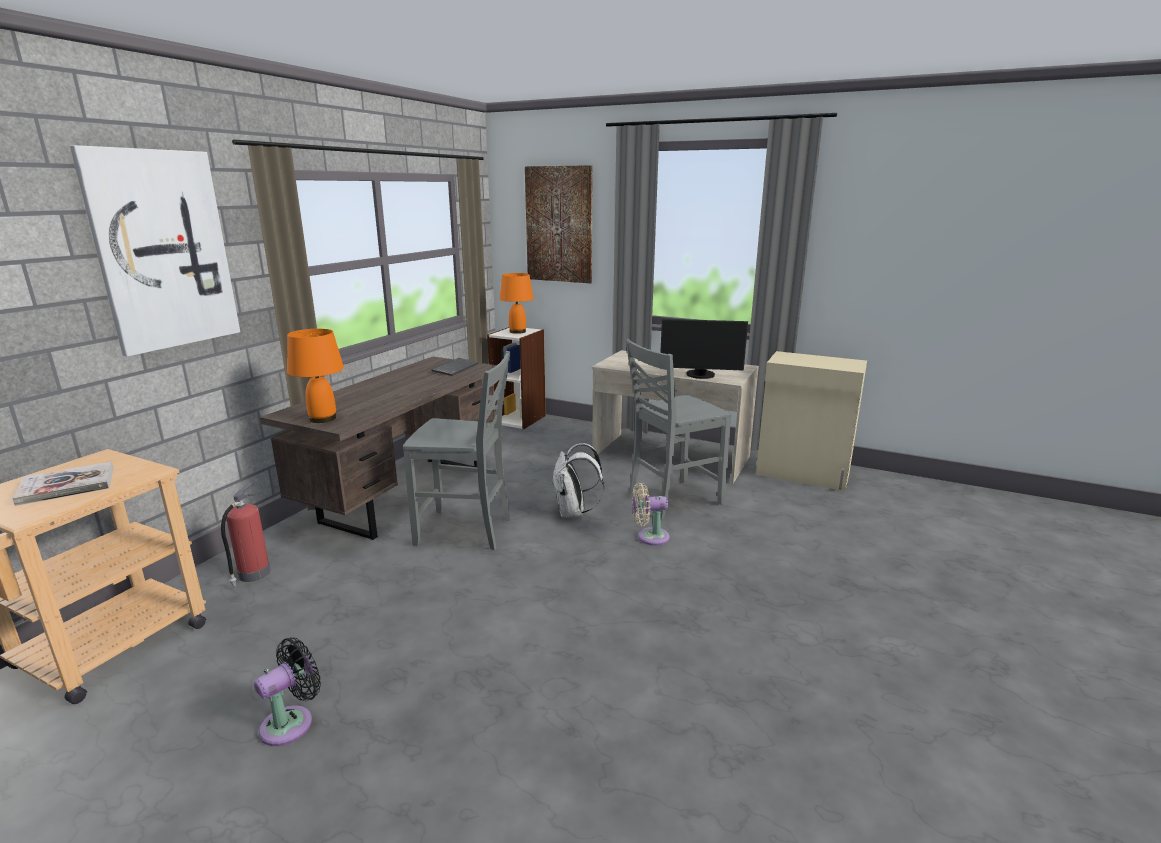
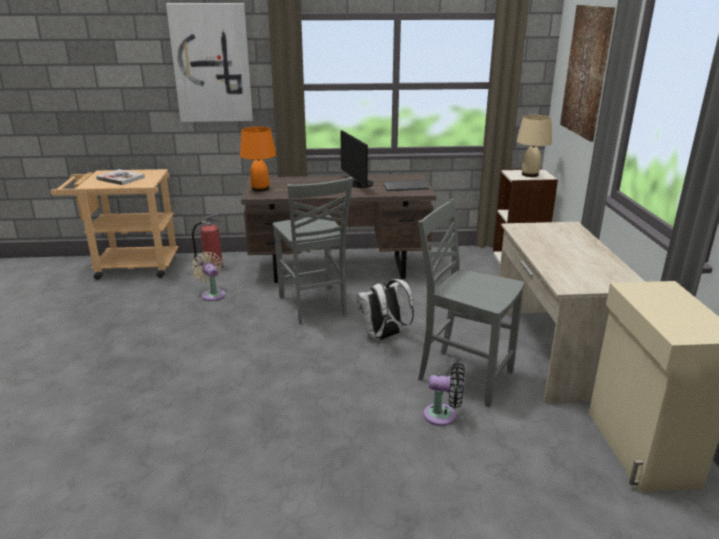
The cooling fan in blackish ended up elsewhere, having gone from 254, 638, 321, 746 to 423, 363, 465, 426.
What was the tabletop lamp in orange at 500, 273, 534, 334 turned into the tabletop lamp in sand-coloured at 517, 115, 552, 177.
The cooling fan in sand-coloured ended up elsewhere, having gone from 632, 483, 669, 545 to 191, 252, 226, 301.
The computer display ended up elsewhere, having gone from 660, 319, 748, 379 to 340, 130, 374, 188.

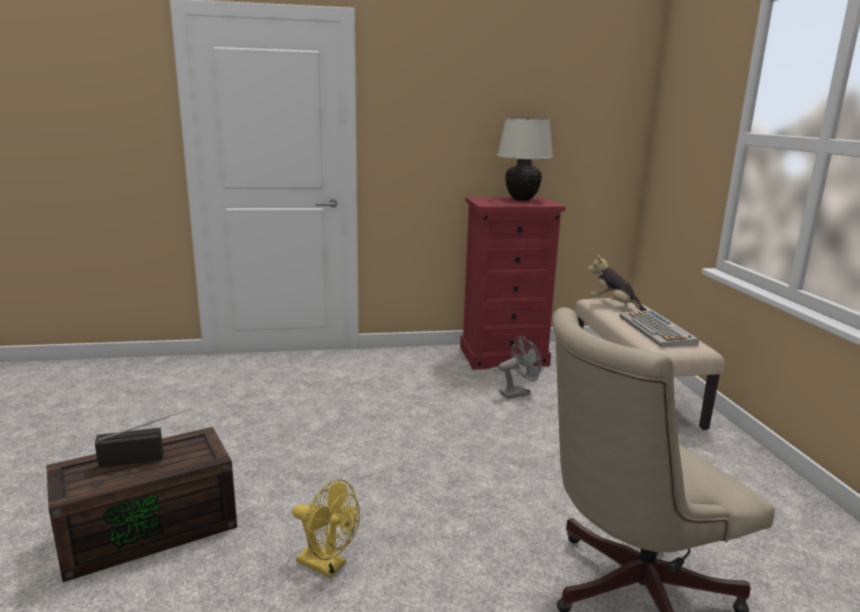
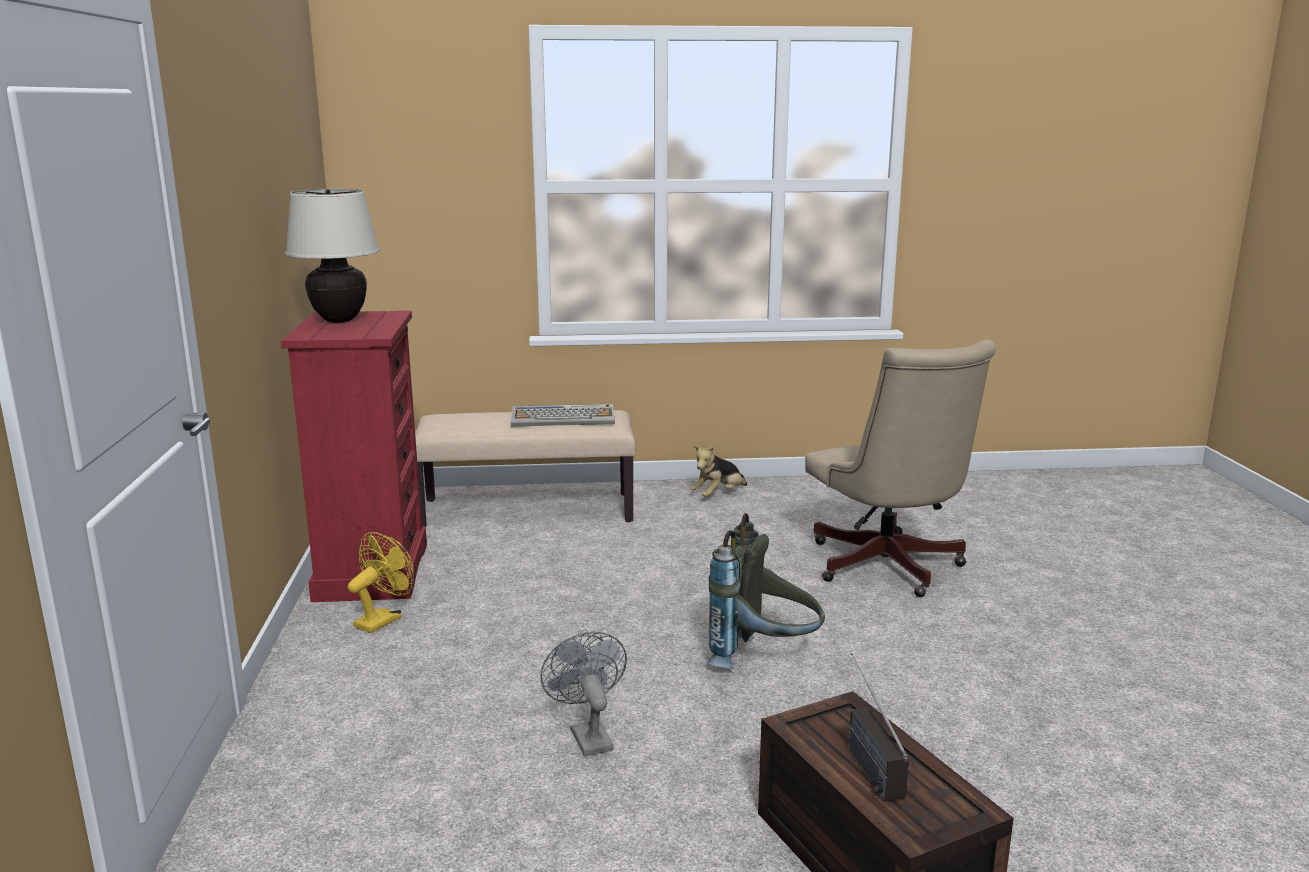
The cooling fan in yellowish ended up elsewhere, having gone from 292, 479, 360, 578 to 348, 532, 414, 633.
The cooling fan in greyish ended up elsewhere, having gone from 499, 336, 542, 399 to 540, 632, 627, 756.
The soft toy ended up elsewhere, having gone from 588, 254, 647, 311 to 691, 445, 747, 497.
The second view gained the rucksack in greyish at 707, 513, 825, 669.

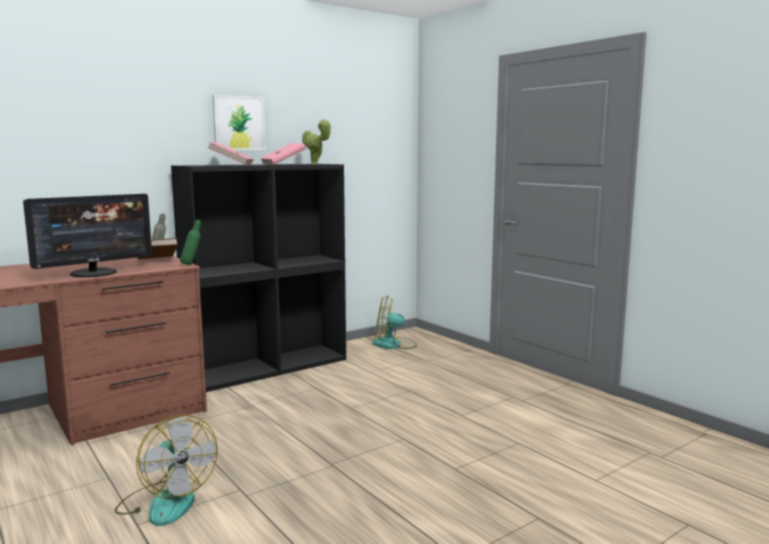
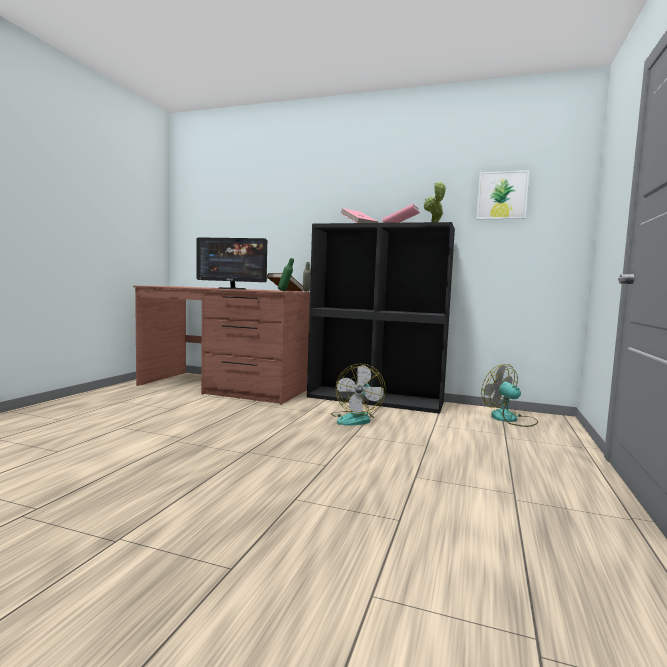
The cooling fan ended up elsewhere, having gone from 114, 415, 218, 526 to 331, 364, 386, 425.
The picture ended up elsewhere, having gone from 212, 95, 265, 150 to 477, 170, 529, 219.

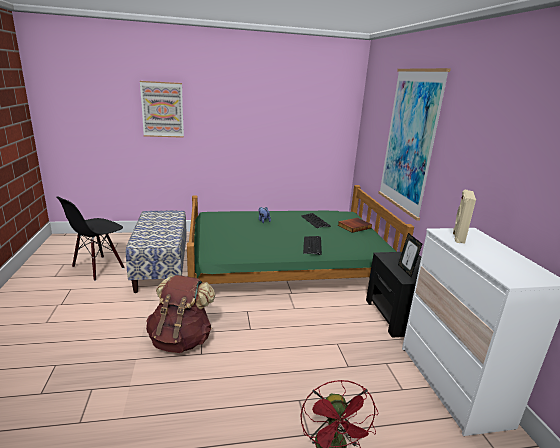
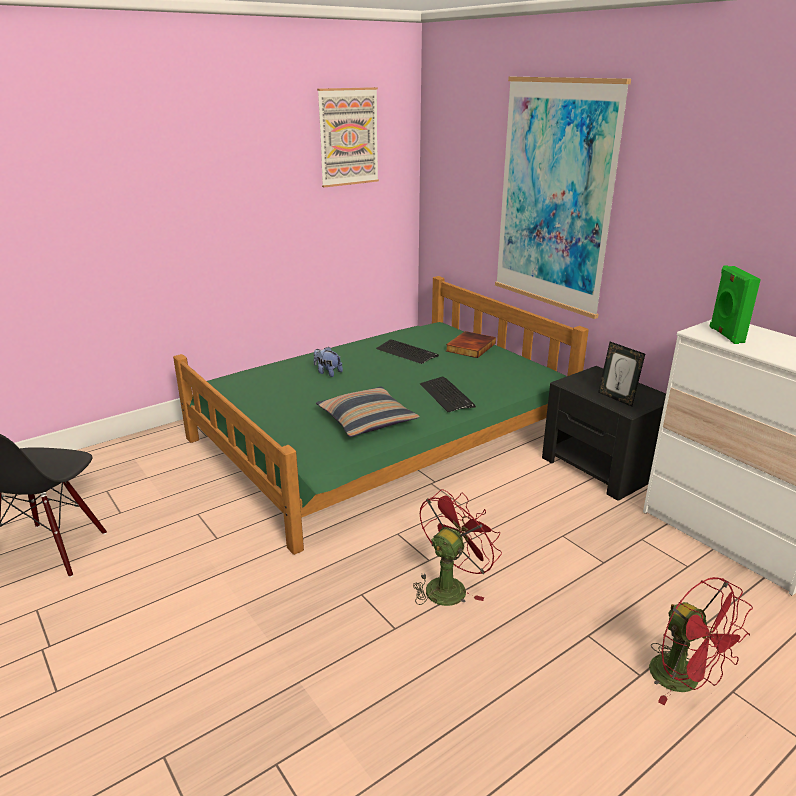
The second view lost the indoor bench at 126, 211, 187, 293.
The picture ended up elsewhere, having gone from 140, 81, 184, 138 to 317, 87, 379, 188.
The second view lost the rucksack in brownish at 146, 275, 215, 353.
What was the loudspeaker in sand-coloured at 453, 190, 476, 244 turned into the loudspeaker in greenish at 710, 265, 761, 344.
The second view gained the pillow at 316, 387, 420, 437.
The second view gained the cooling fan in reddish at 413, 489, 502, 606.

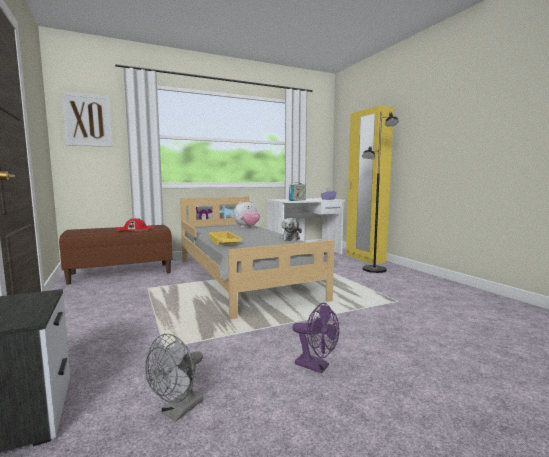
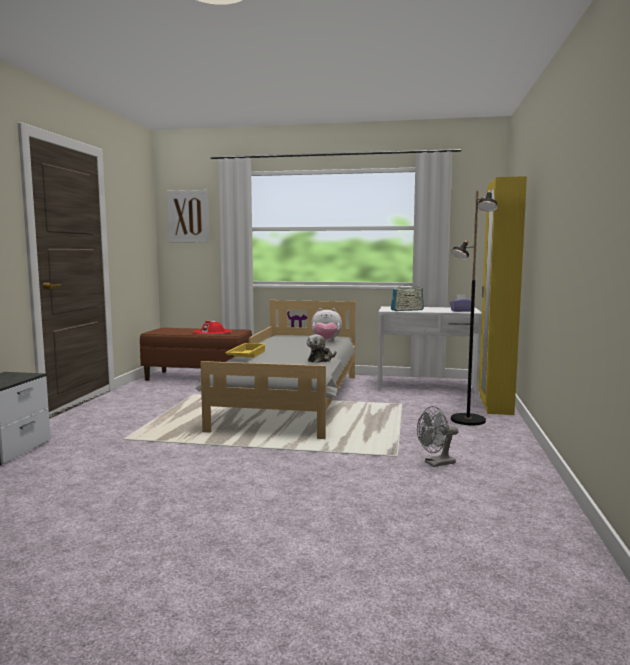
The cooling fan in greyish ended up elsewhere, having gone from 145, 334, 204, 421 to 417, 406, 458, 467.
The second view lost the cooling fan in purple-coloured at 292, 303, 339, 373.

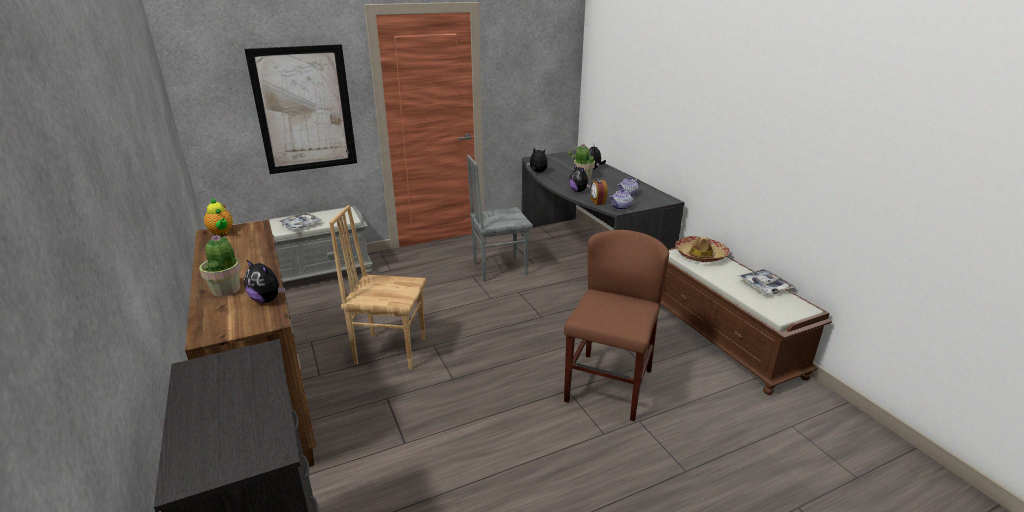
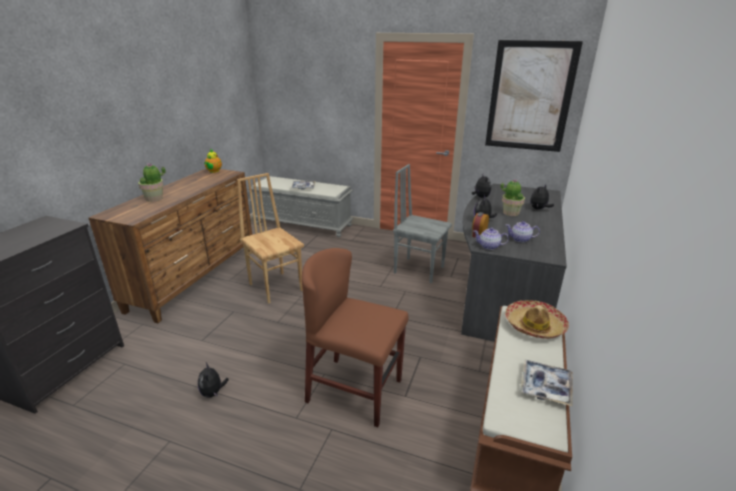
The picture ended up elsewhere, having gone from 244, 44, 357, 174 to 485, 40, 583, 152.
The soft toy ended up elsewhere, having gone from 244, 259, 285, 303 to 198, 363, 229, 398.
The plain chair in brownish at 564, 230, 669, 421 ended up facing another way, 135 degrees counterclockwise from before.

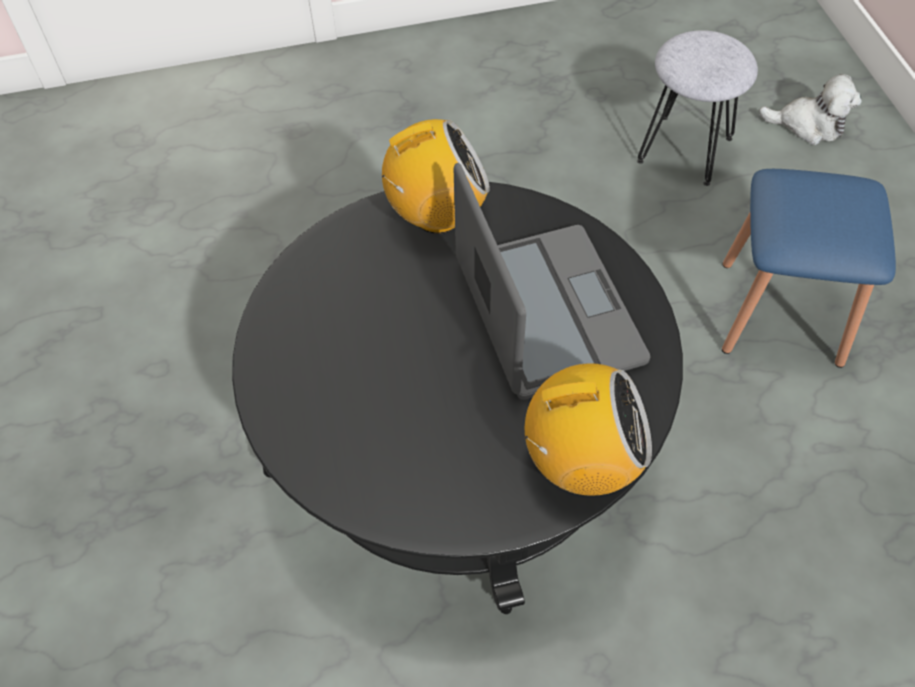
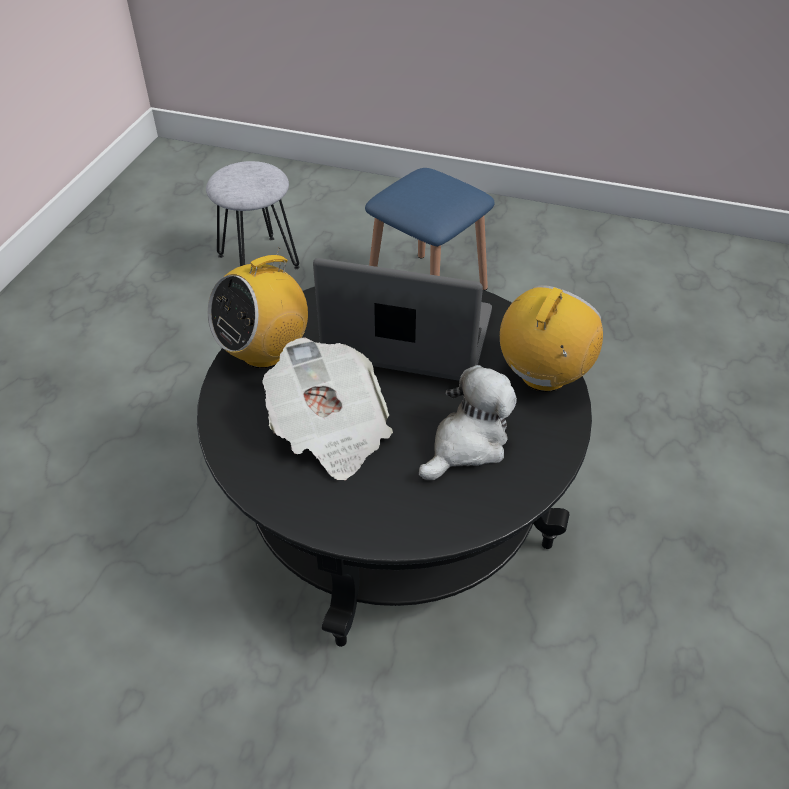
The radio at 382, 119, 490, 233 ended up facing another way, 150 degrees counterclockwise from before.
The soft toy ended up elsewhere, having gone from 759, 74, 862, 145 to 419, 365, 517, 480.
The second view gained the printed paper at 262, 337, 393, 480.

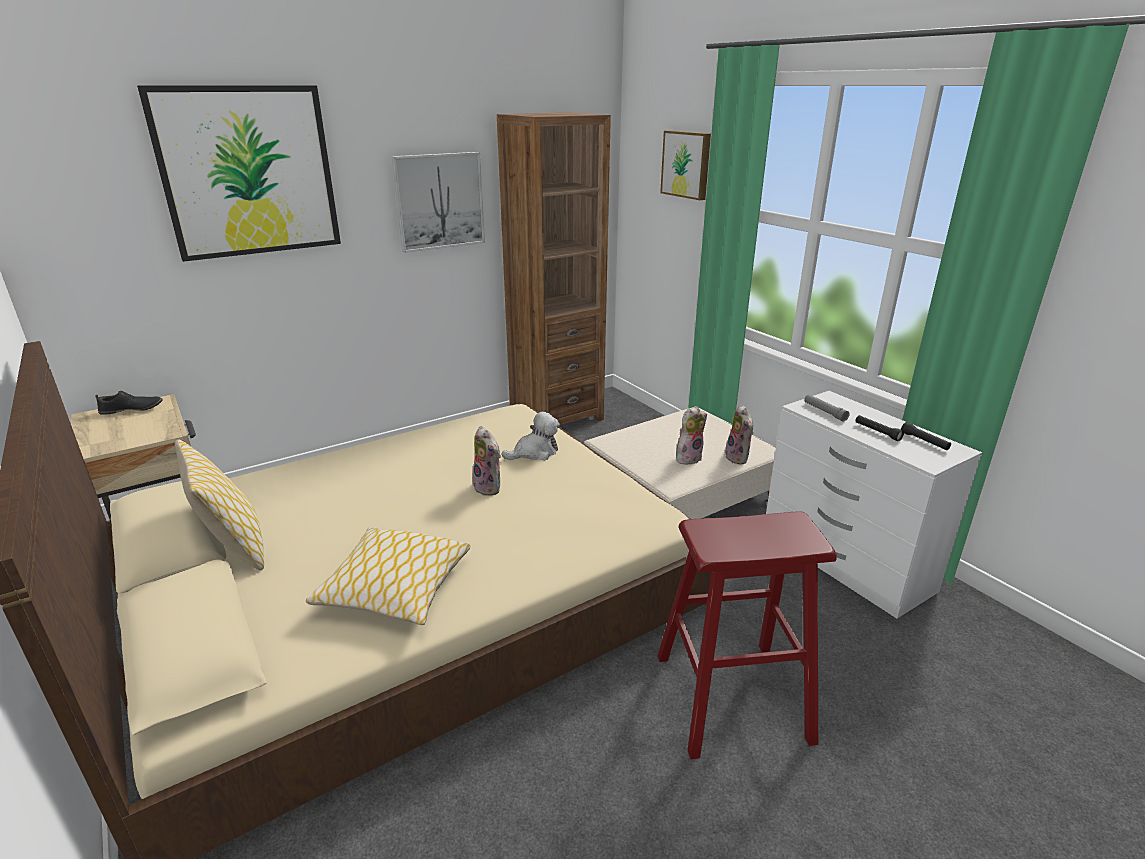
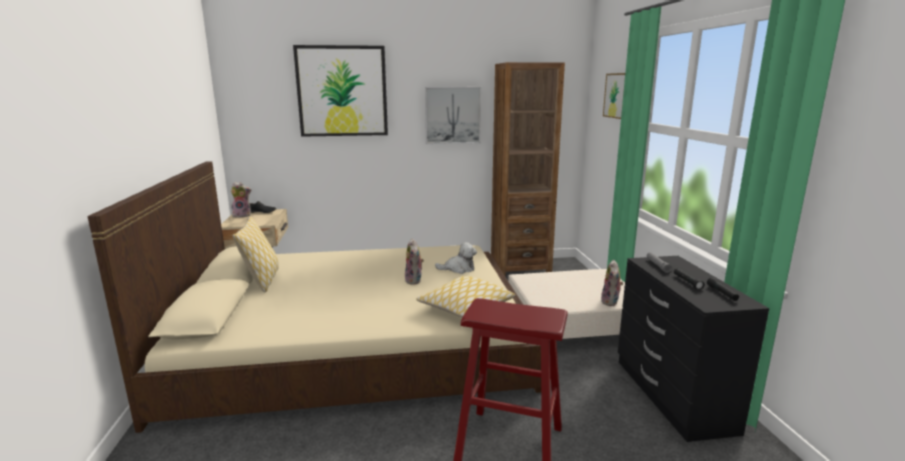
The pillow ended up elsewhere, having gone from 306, 527, 470, 625 to 417, 276, 515, 317.
The soft toy ended up elsewhere, having gone from 676, 406, 707, 464 to 231, 182, 251, 217.
What was the chest of drawers in whitish at 766, 391, 982, 619 turned into the chest of drawers in blackish at 618, 256, 769, 442.

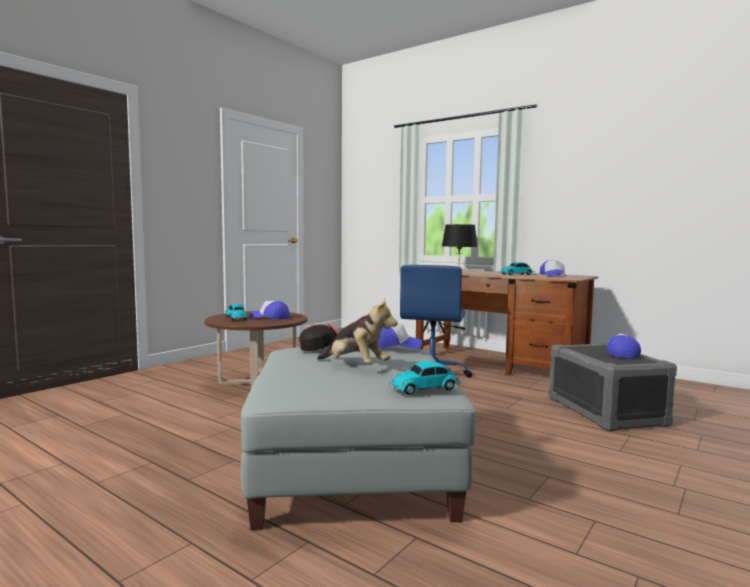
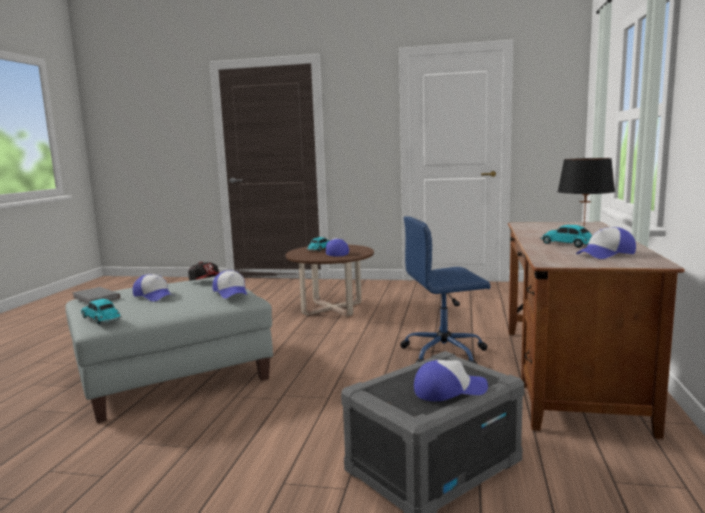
Where the soft toy stood at 317, 298, 398, 363, the cap came to stand at 133, 274, 174, 302.
The second view gained the book in greyish at 72, 287, 120, 304.

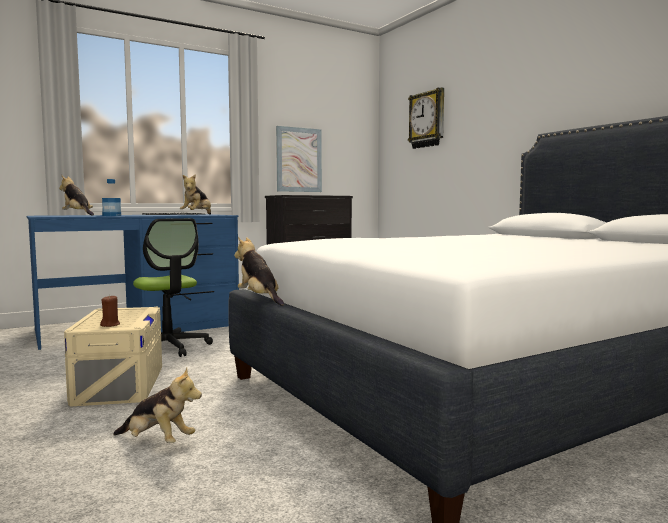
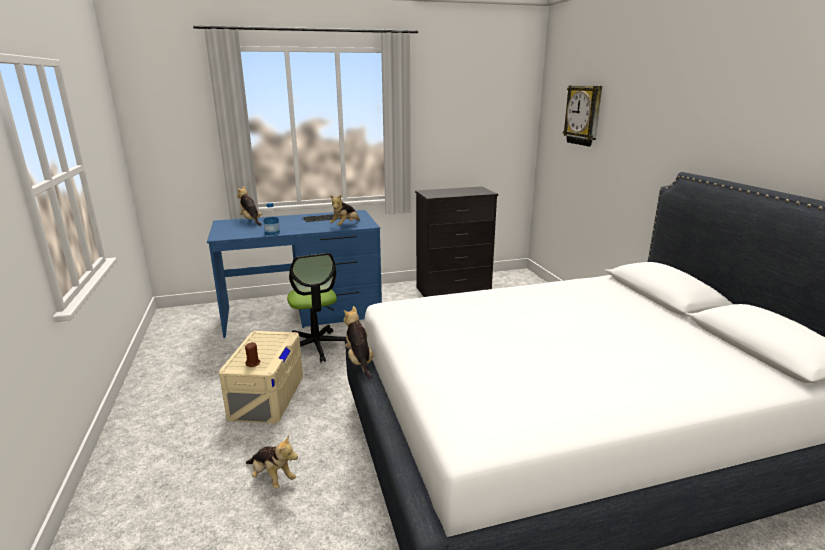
The second view lost the picture at 276, 126, 322, 192.

